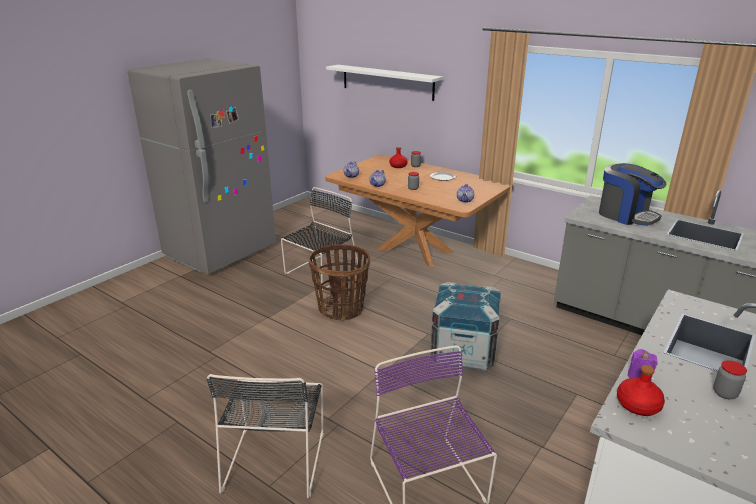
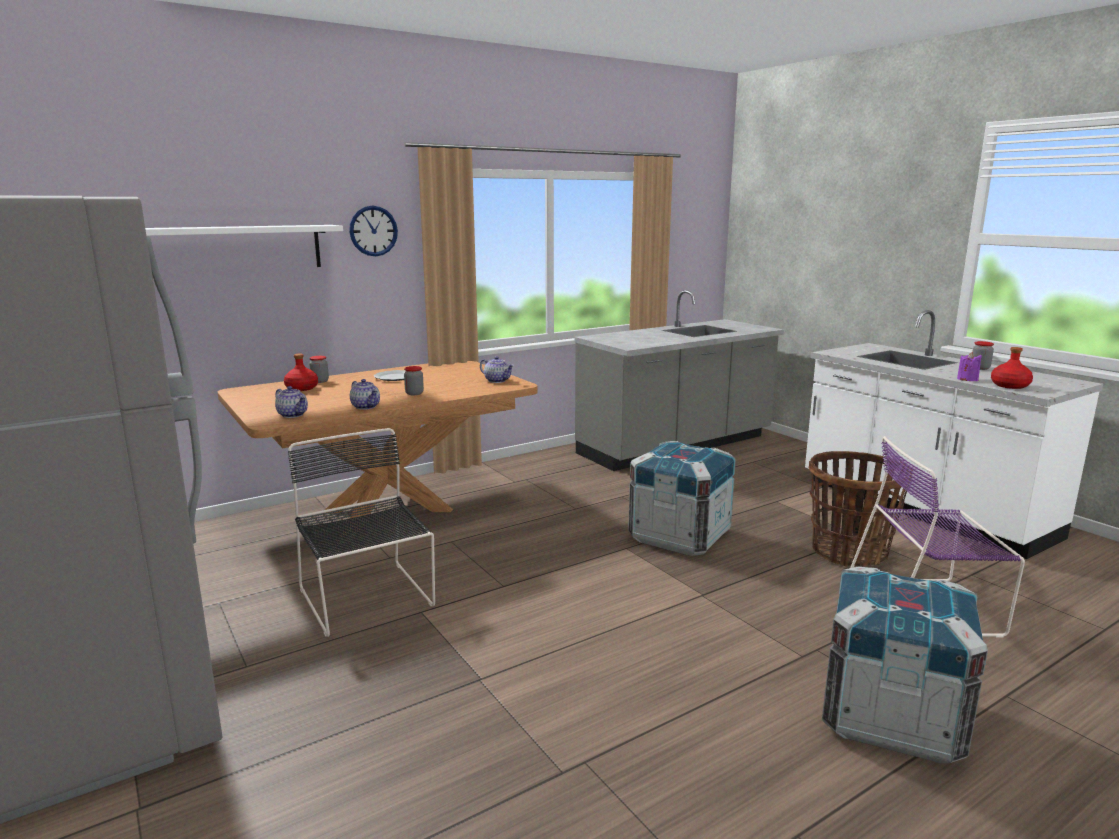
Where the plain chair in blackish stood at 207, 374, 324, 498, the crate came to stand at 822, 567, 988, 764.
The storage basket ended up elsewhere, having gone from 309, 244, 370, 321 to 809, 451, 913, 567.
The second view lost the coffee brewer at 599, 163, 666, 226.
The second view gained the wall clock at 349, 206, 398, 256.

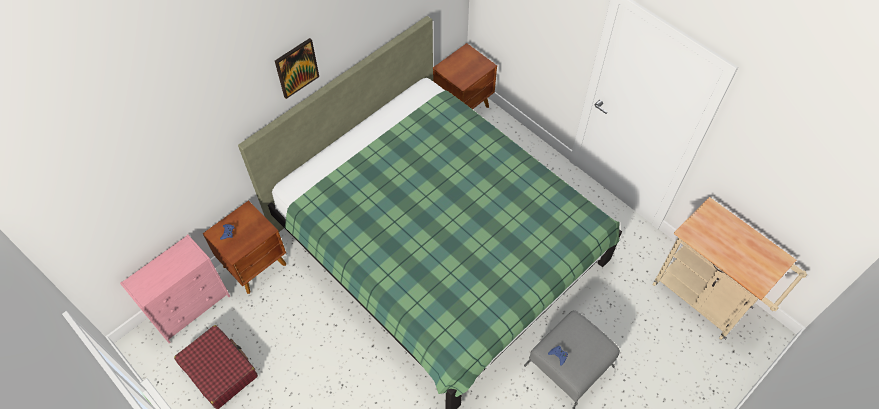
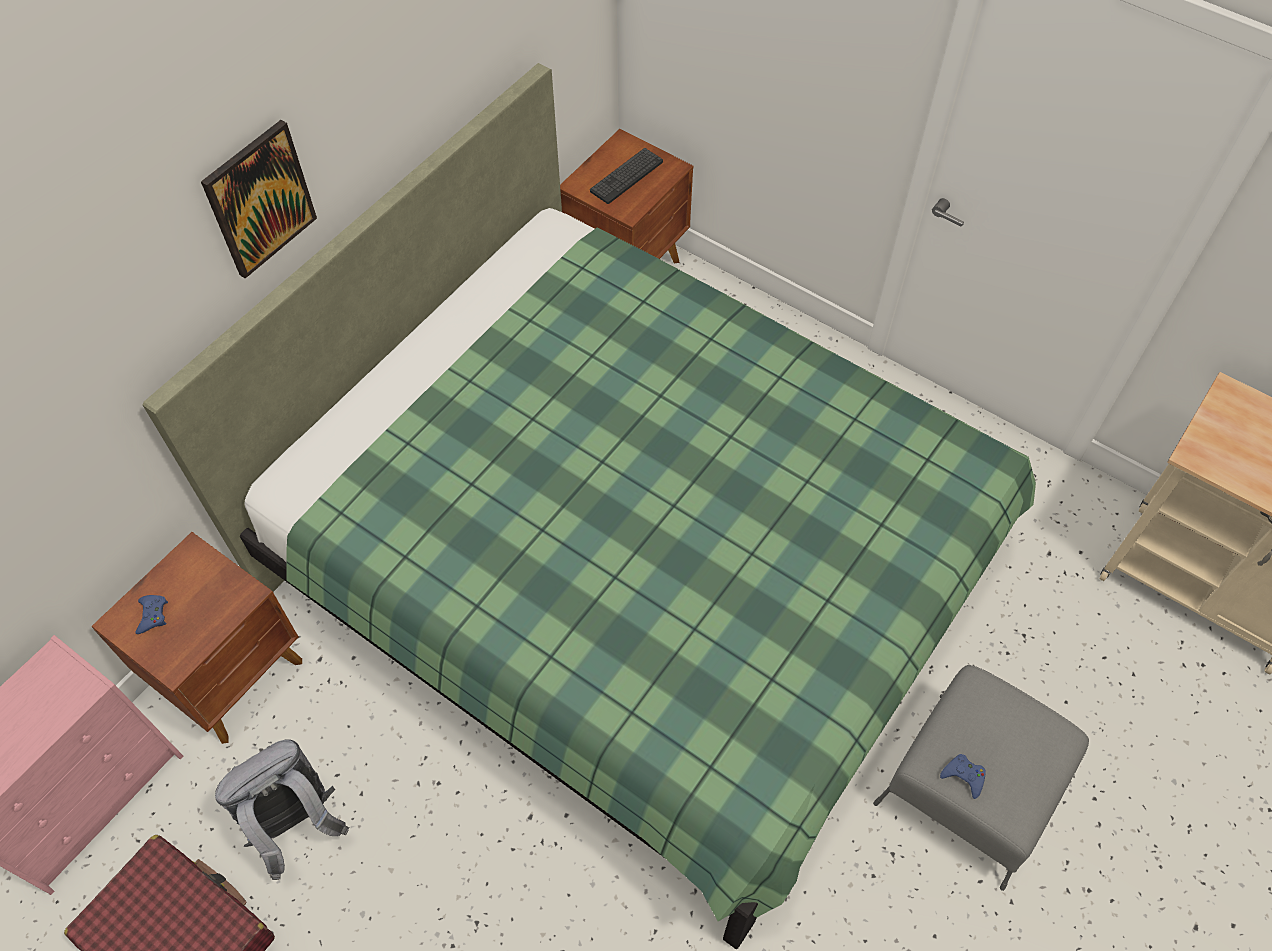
The second view gained the rucksack in greyish at 215, 739, 350, 880.
The second view gained the PC keyboard at 590, 148, 663, 204.

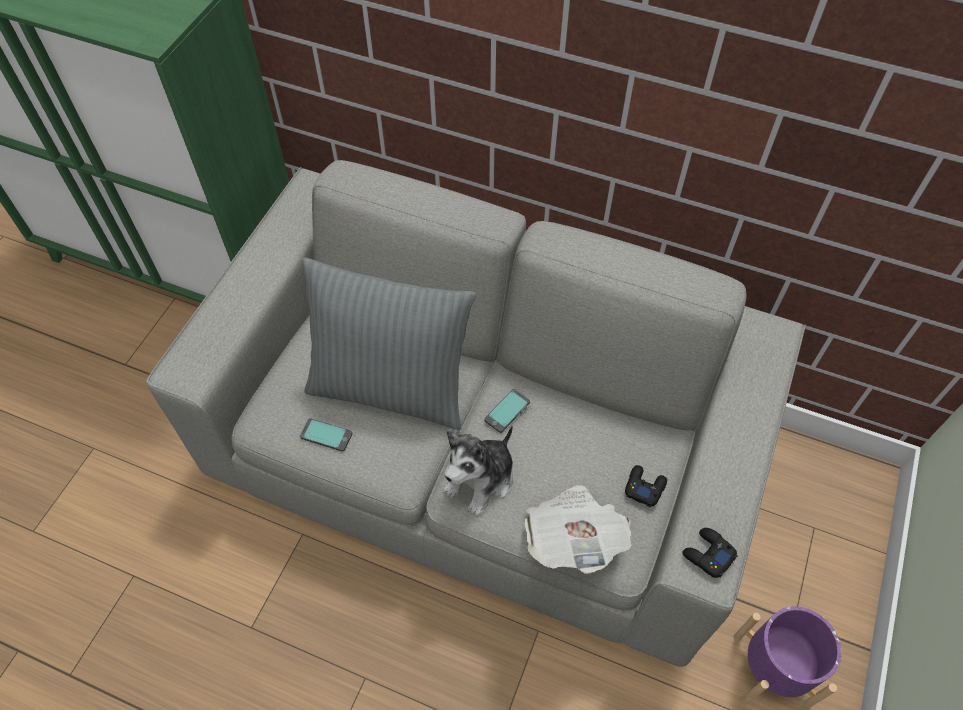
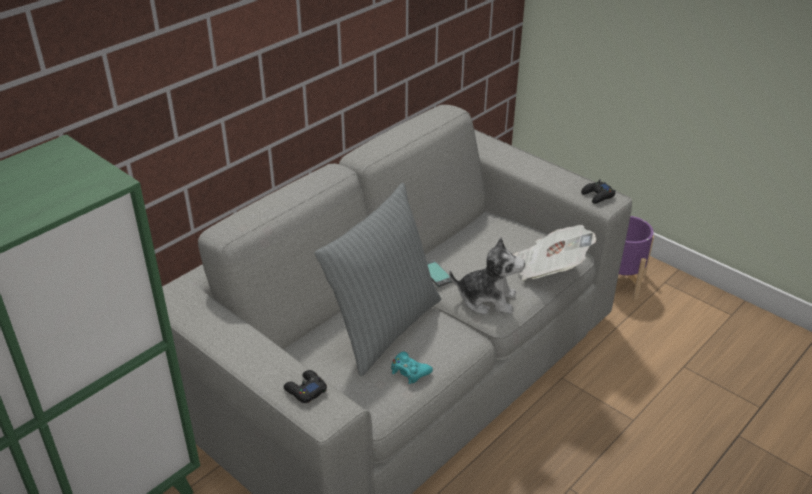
Where the telephone stood at 300, 418, 352, 452, the game controller in blue-green came to stand at 391, 351, 433, 384.
The soft toy at 443, 426, 513, 517 ended up facing another way, 45 degrees counterclockwise from before.
The game controller in blackish ended up elsewhere, having gone from 625, 465, 667, 507 to 284, 370, 327, 403.

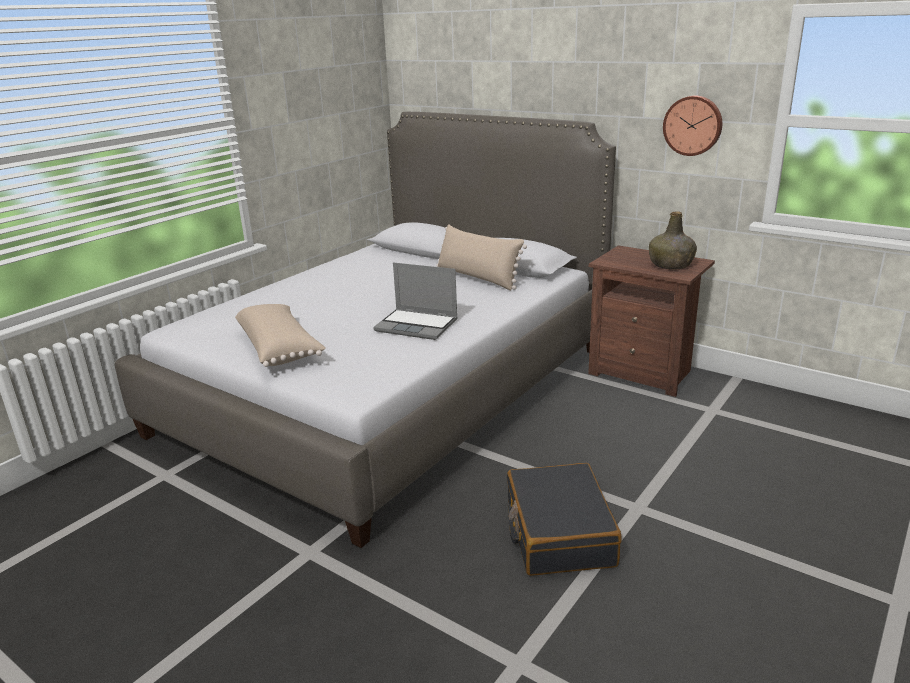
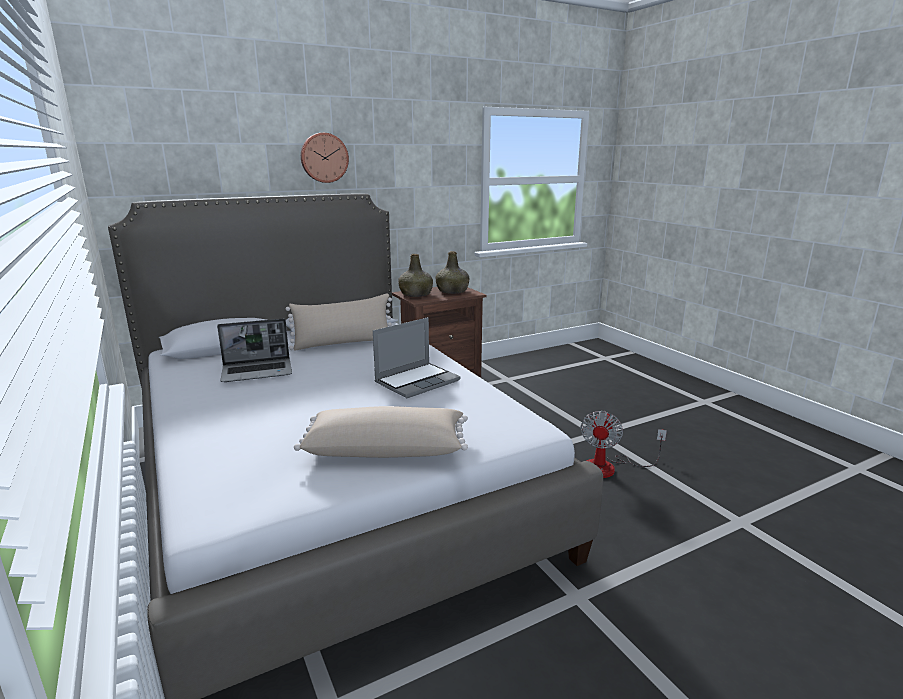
Where the travel case in blackish stood at 507, 463, 622, 576, the cooling fan came to stand at 580, 411, 667, 478.
The wall clock ended up elsewhere, having gone from 663, 96, 722, 156 to 301, 133, 349, 183.
The second view gained the notebook computer at 217, 319, 292, 382.
The second view gained the beverage bottle in greenish at 398, 254, 433, 297.

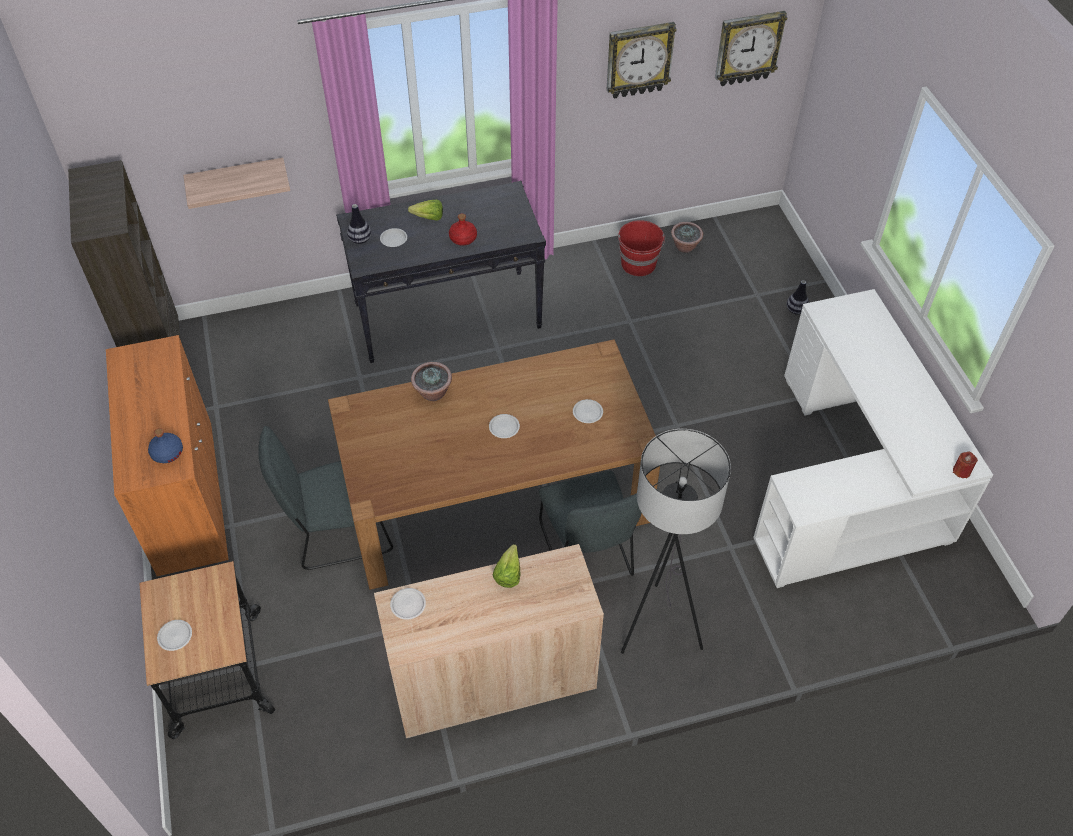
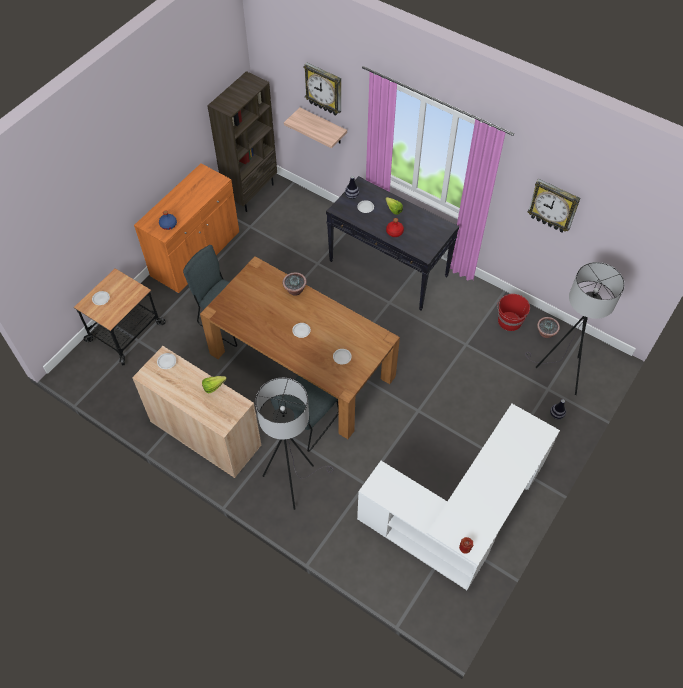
The wall clock ended up elsewhere, having gone from 715, 11, 788, 86 to 303, 62, 341, 116.
The second view gained the standard lamp in greyish at 525, 262, 625, 395.

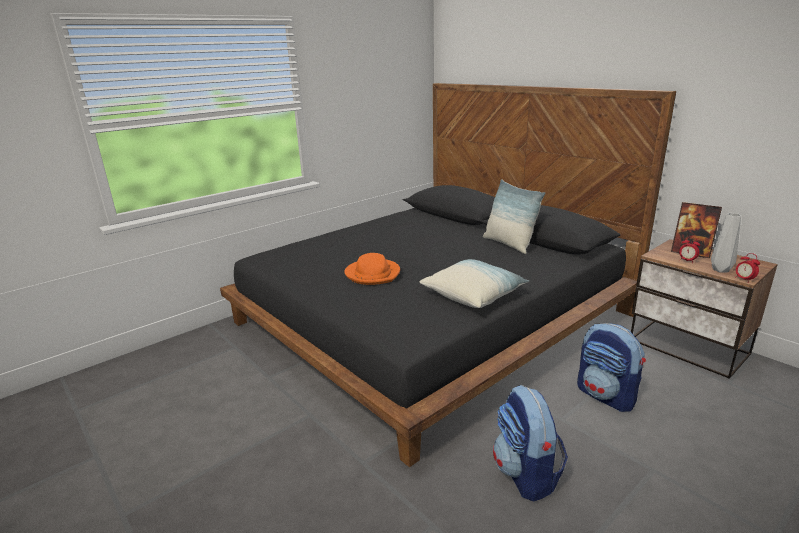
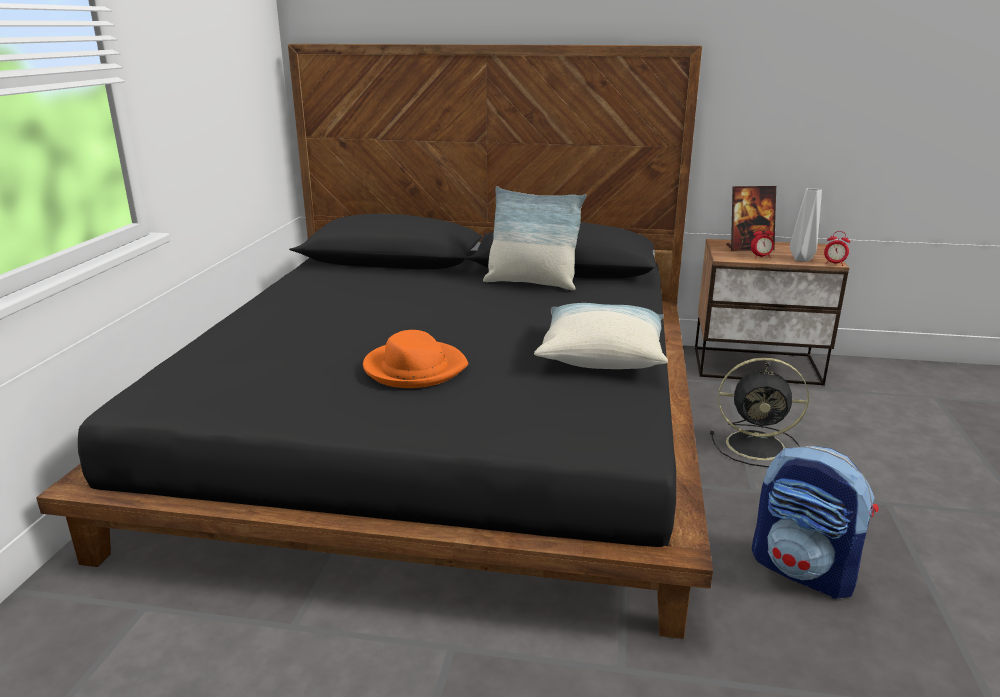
Where the rucksack stood at 577, 323, 646, 412, the cooling fan in blackish came to stand at 710, 357, 809, 467.

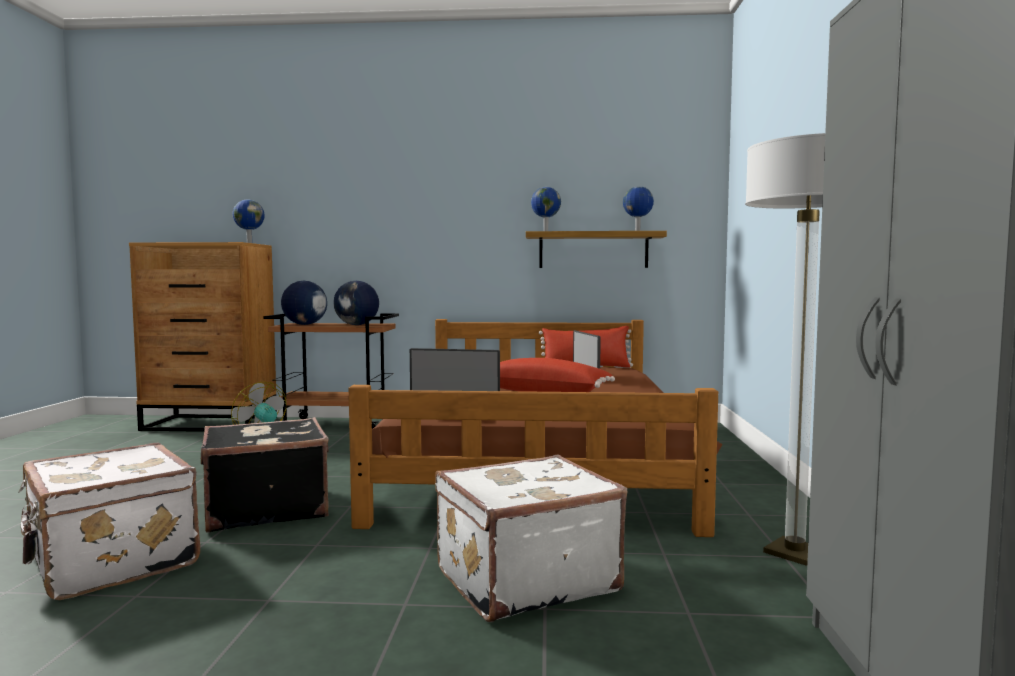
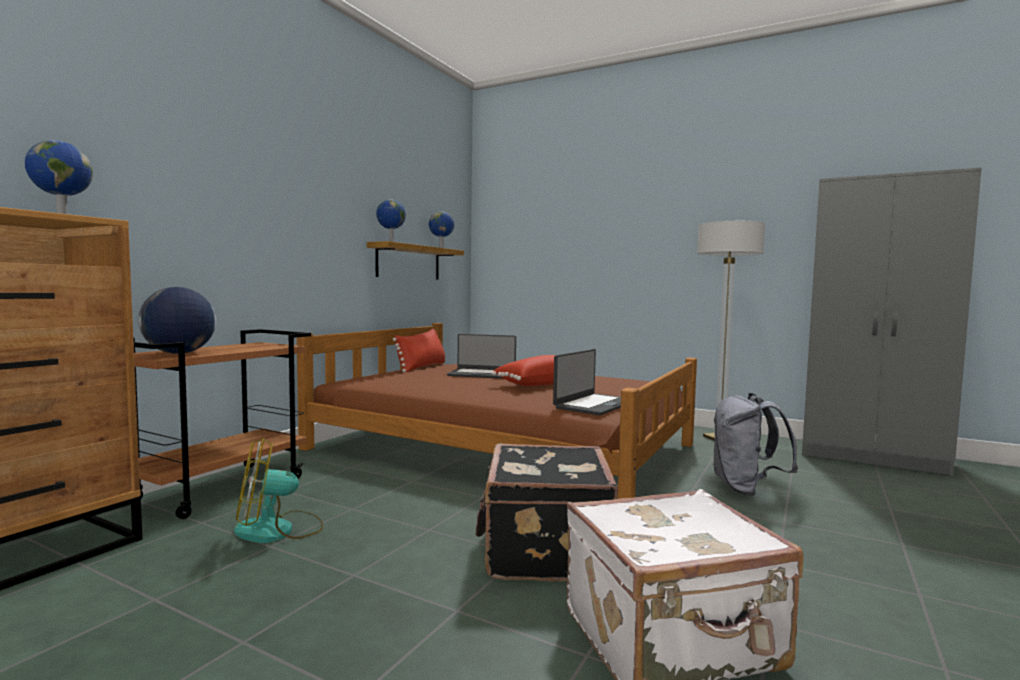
The second view lost the globe at 333, 281, 379, 325.
Where the travel case in whitish stood at 435, 455, 627, 622, the rucksack in greyish came to stand at 712, 393, 798, 496.

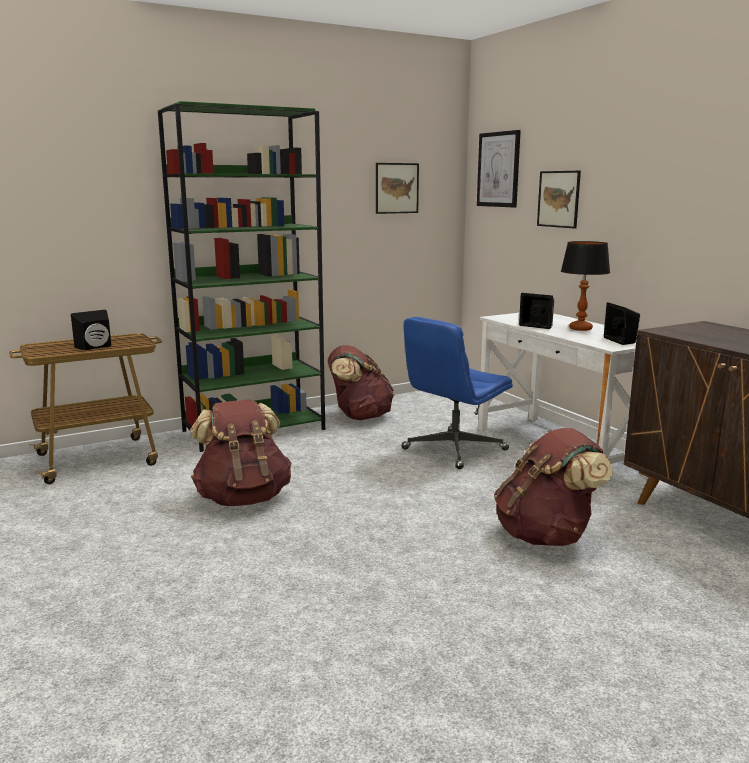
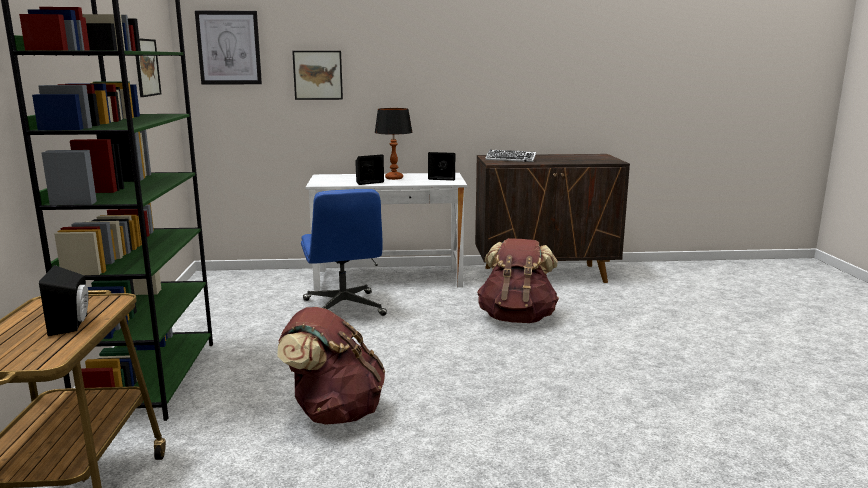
The second view lost the rucksack in brownish at 328, 345, 394, 420.
The second view gained the PC keyboard at 485, 150, 536, 162.

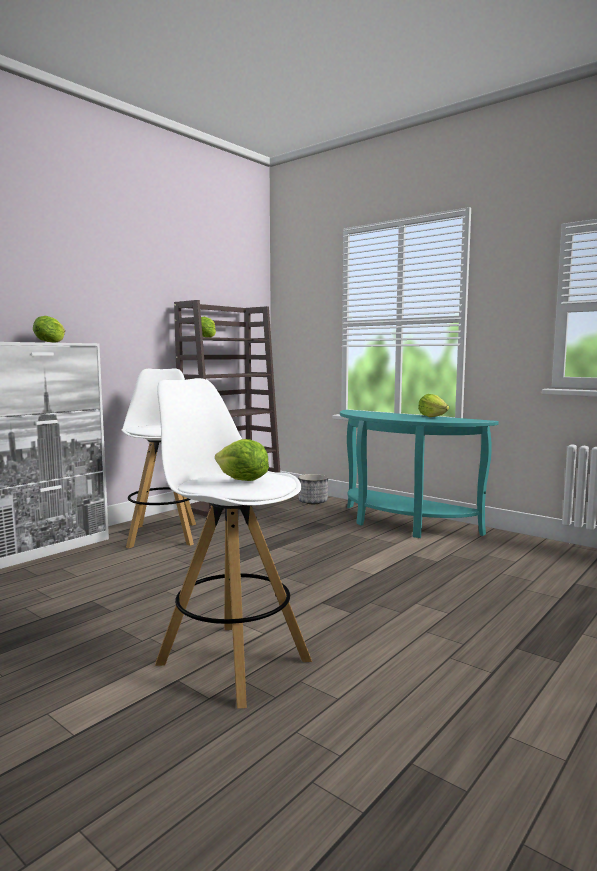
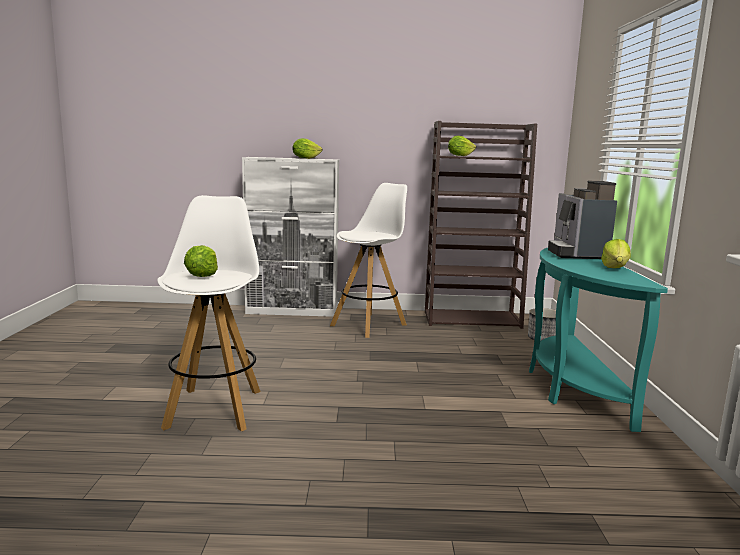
The second view gained the coffee brewer at 548, 181, 617, 259.

